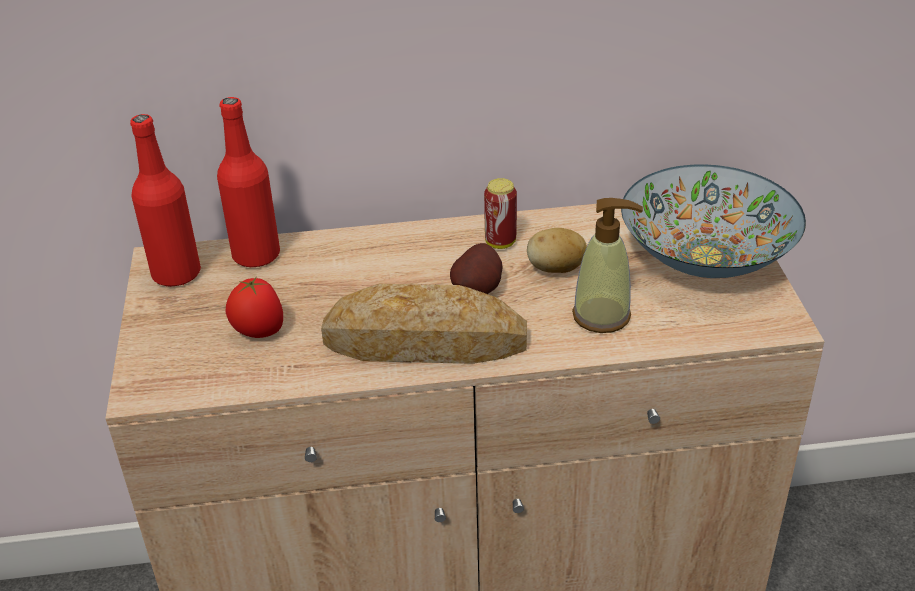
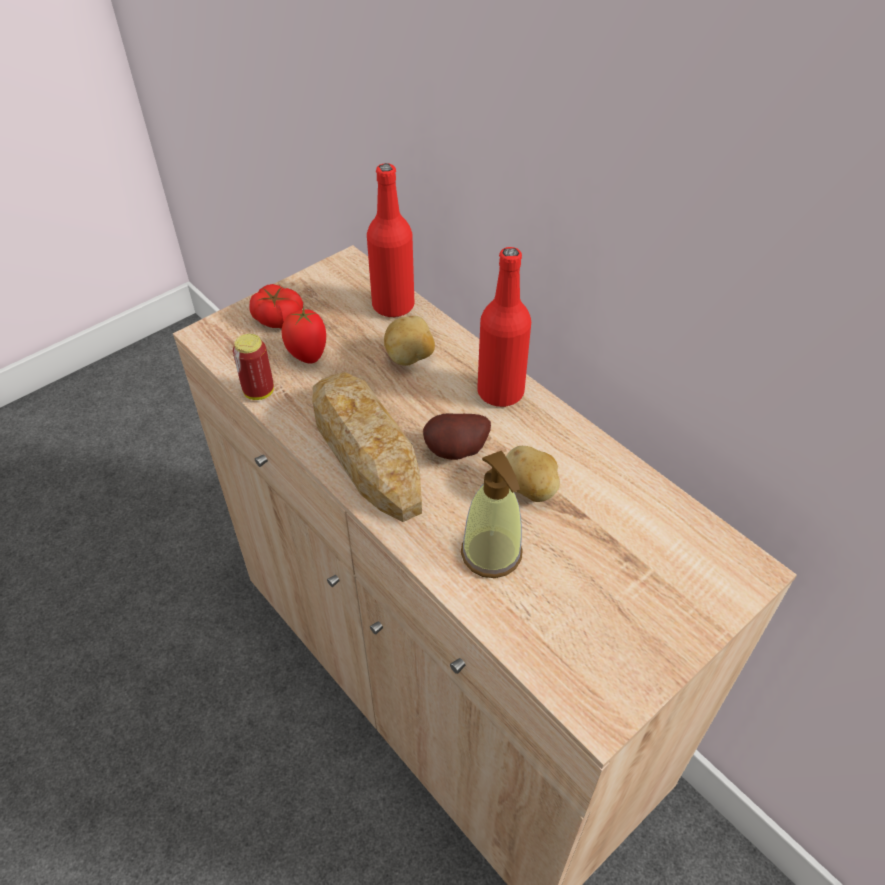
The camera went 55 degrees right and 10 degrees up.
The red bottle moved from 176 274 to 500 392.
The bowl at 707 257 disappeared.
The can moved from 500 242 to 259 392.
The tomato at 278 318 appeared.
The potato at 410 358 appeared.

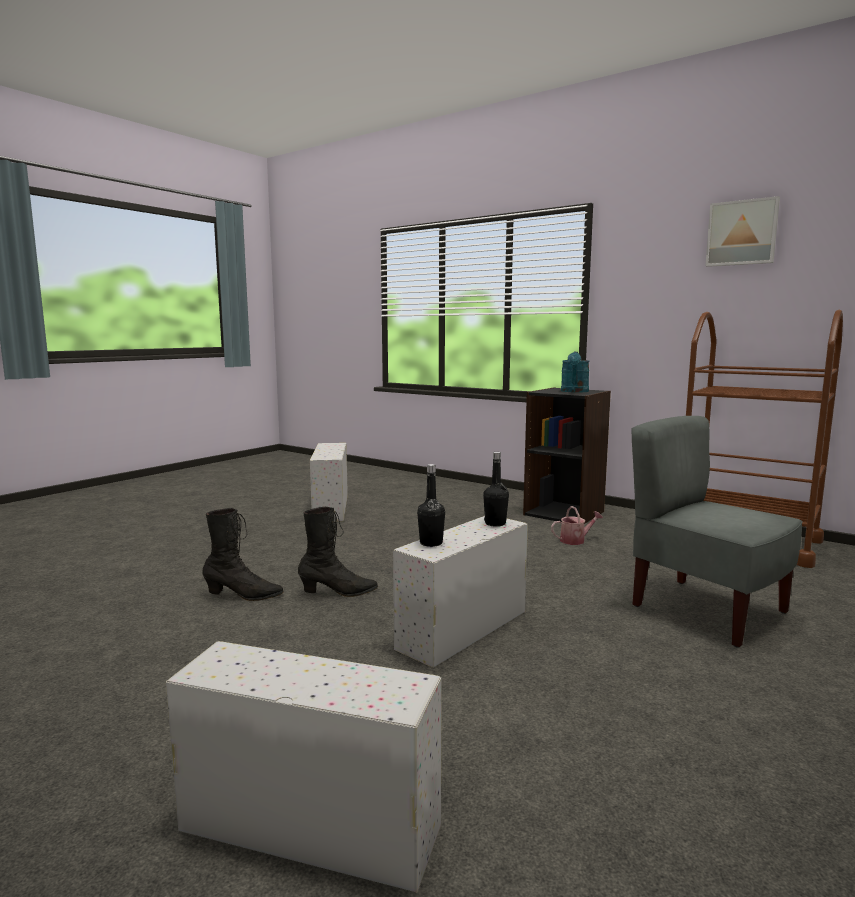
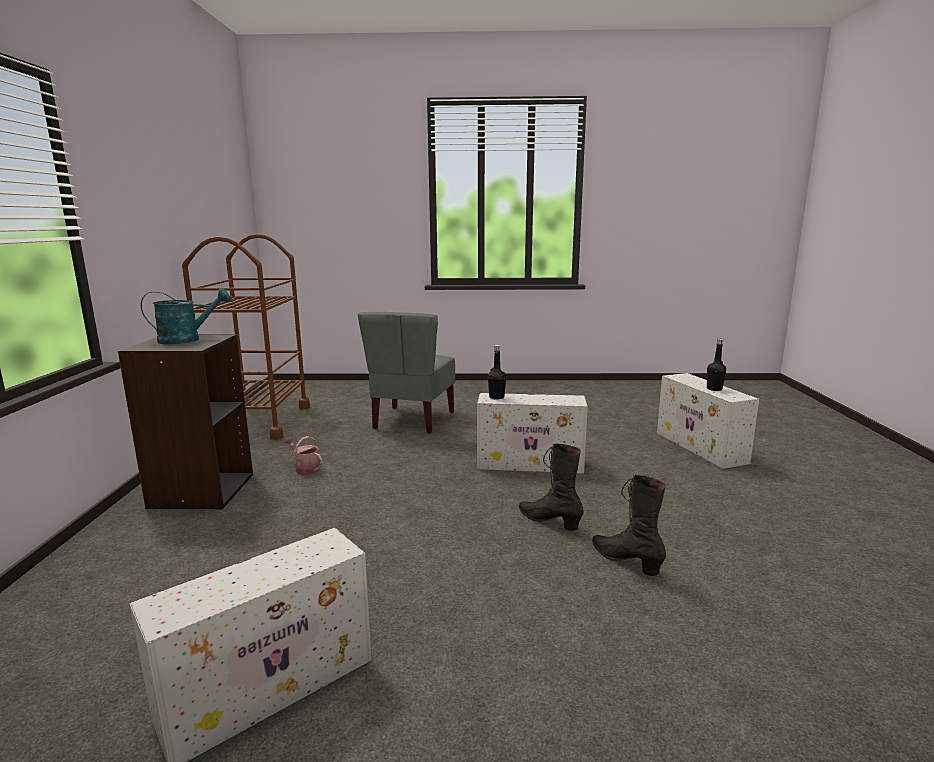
The camera went 125 degrees left and 5 degrees up.
The picture at 742 233 disappeared.
The black bottle moved from 431 543 to 714 389.

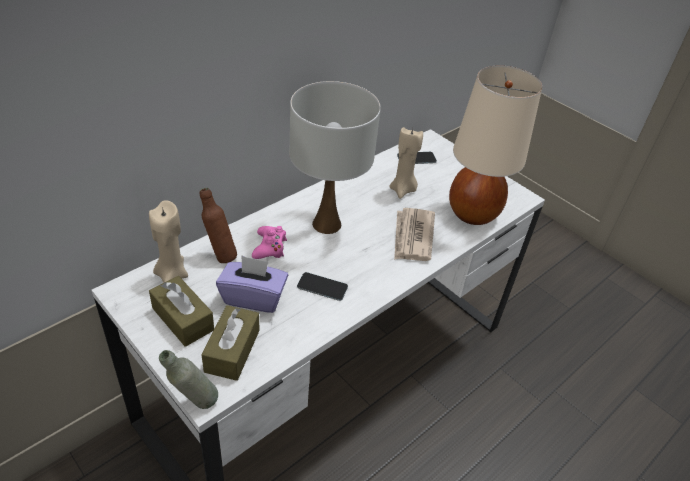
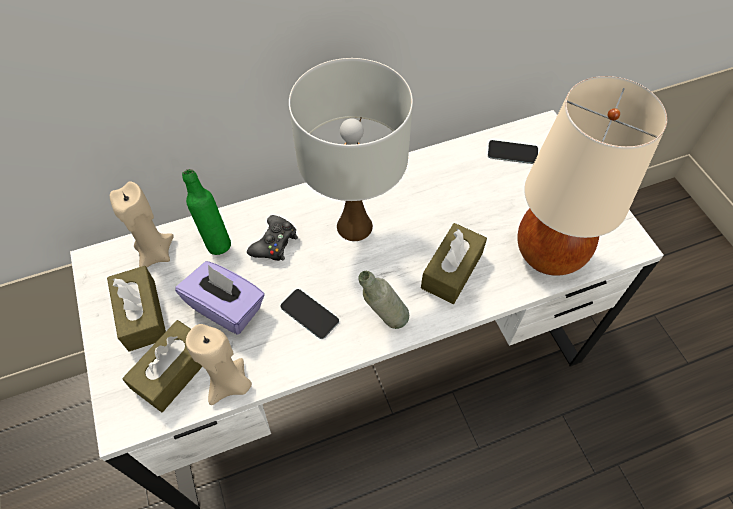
The camera went 25 degrees right and 15 degrees up.
The beige candle moved from 403 190 to 230 384.
The brown bottle at 220 255 became the green bottle at 216 241.
The newspaper at 412 237 was replaced by the brown tissue box at 452 270.
The pink game controller at 270 247 became the black game controller at 274 243.
The grey bottle moved from 194 405 to 384 321.

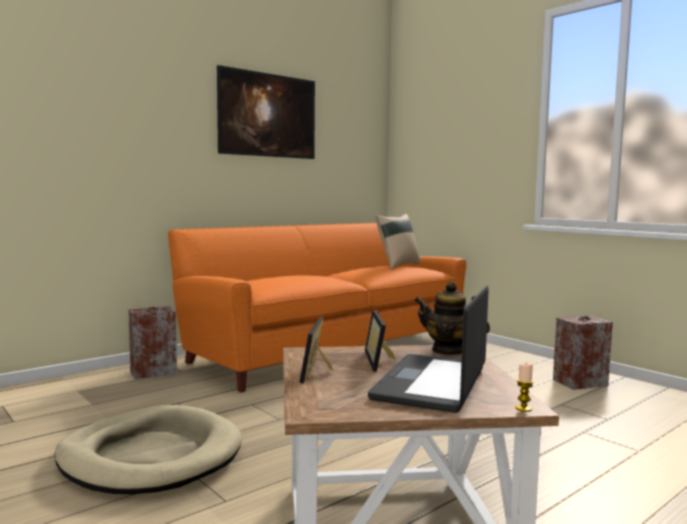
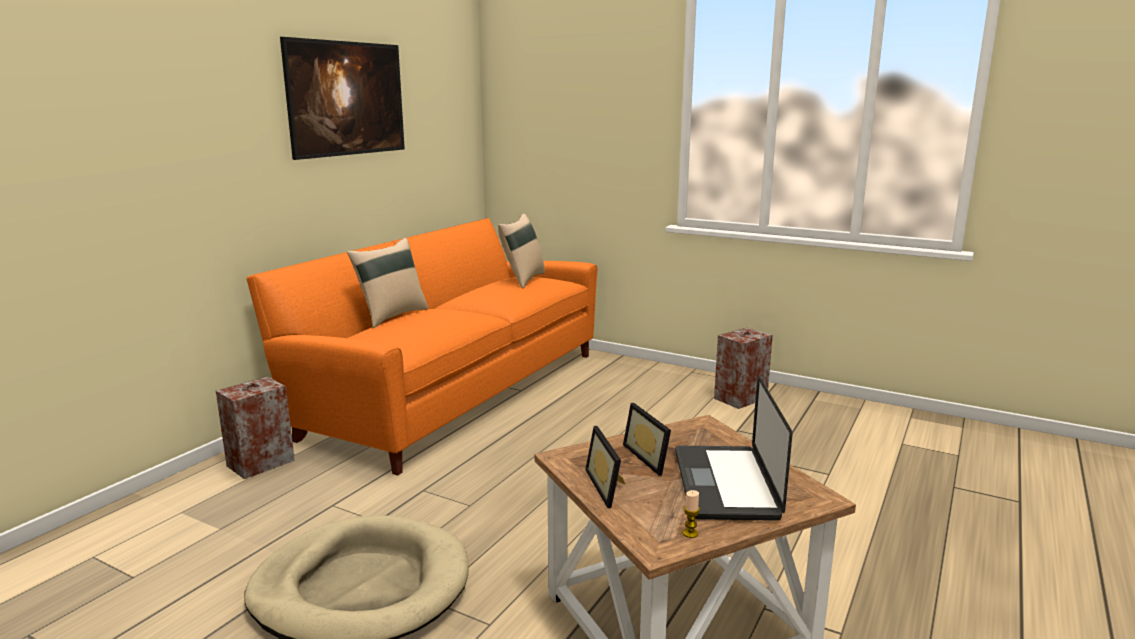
The camera went 20 degrees left and 10 degrees up.
The teapot at 449 350 disappeared.
The candle moved from 523 408 to 690 533.
The beige pillow at 391 316 appeared.

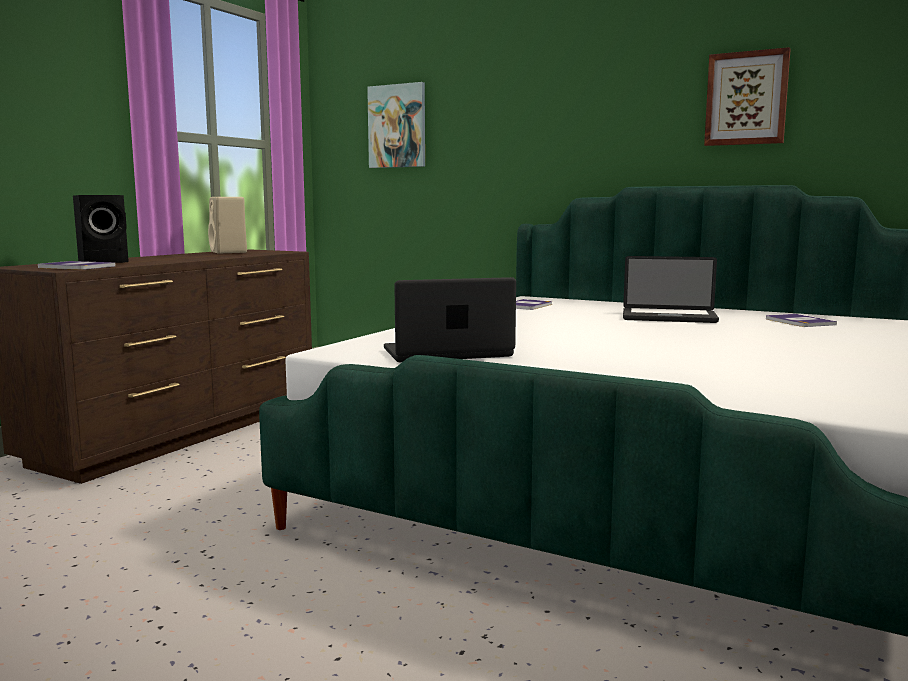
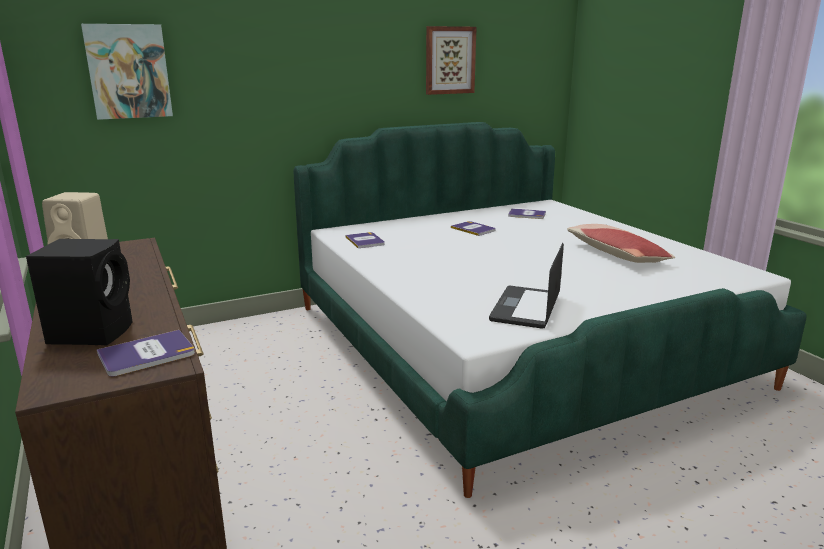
The camera went 55 degrees left and 10 degrees up.
The laptop at 668 317 was replaced by the book at 473 229.
The pillow at 615 254 appeared.

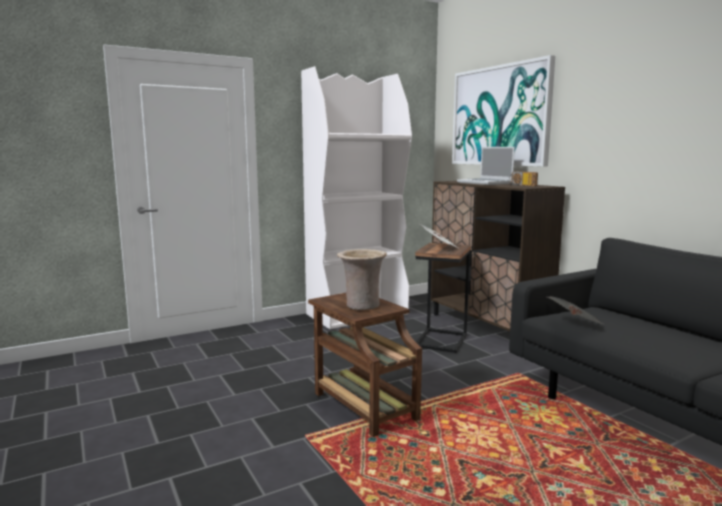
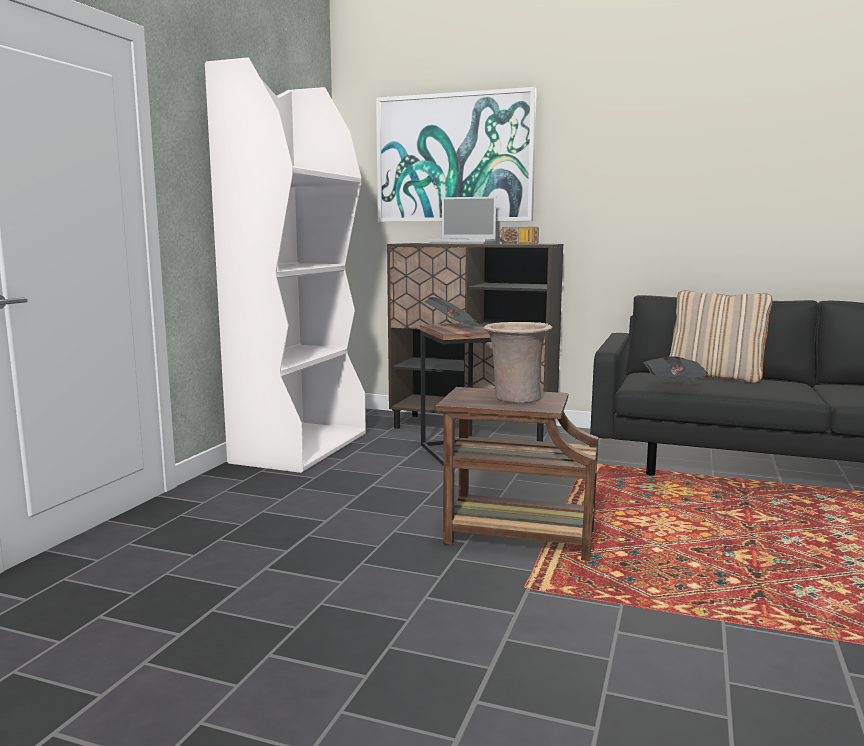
The camera went 40 degrees left and 0 degrees up.
The beige pillow at 715 377 appeared.

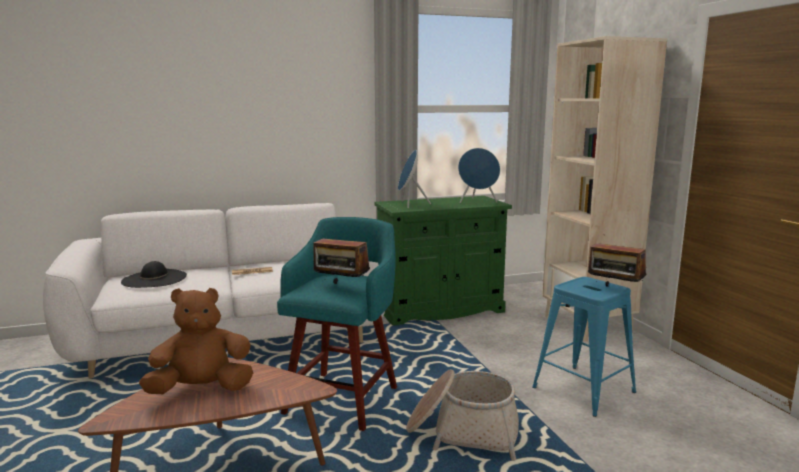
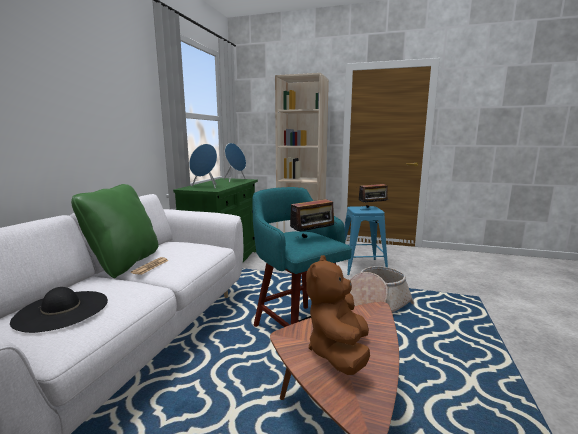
The camera went 55 degrees left and 0 degrees up.
The green pillow at 124 263 appeared.

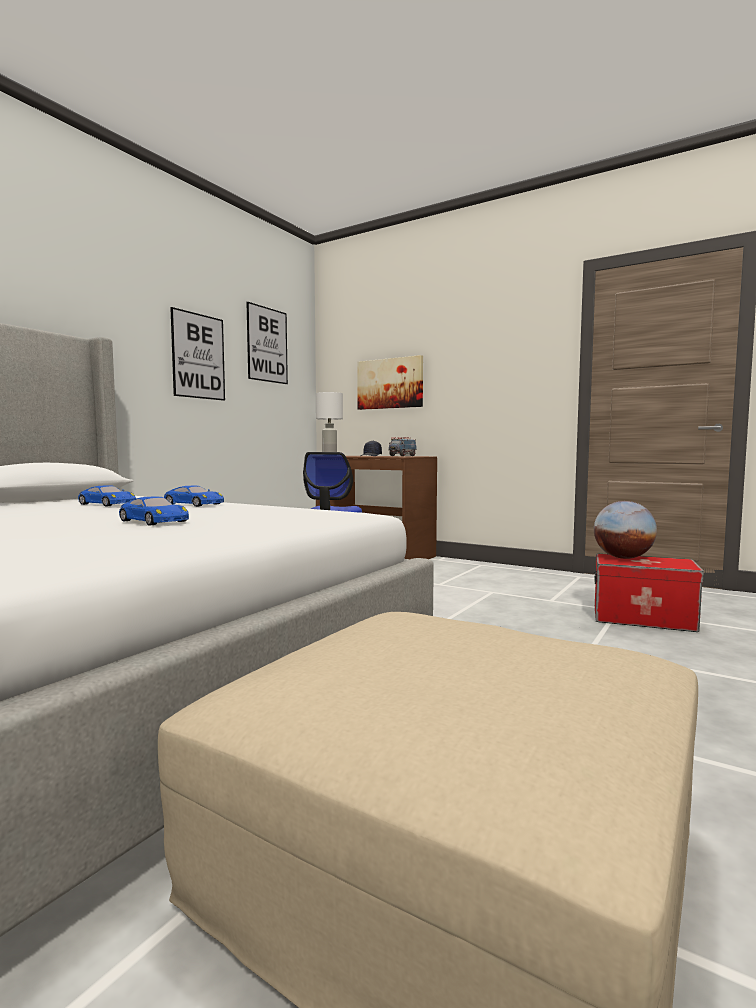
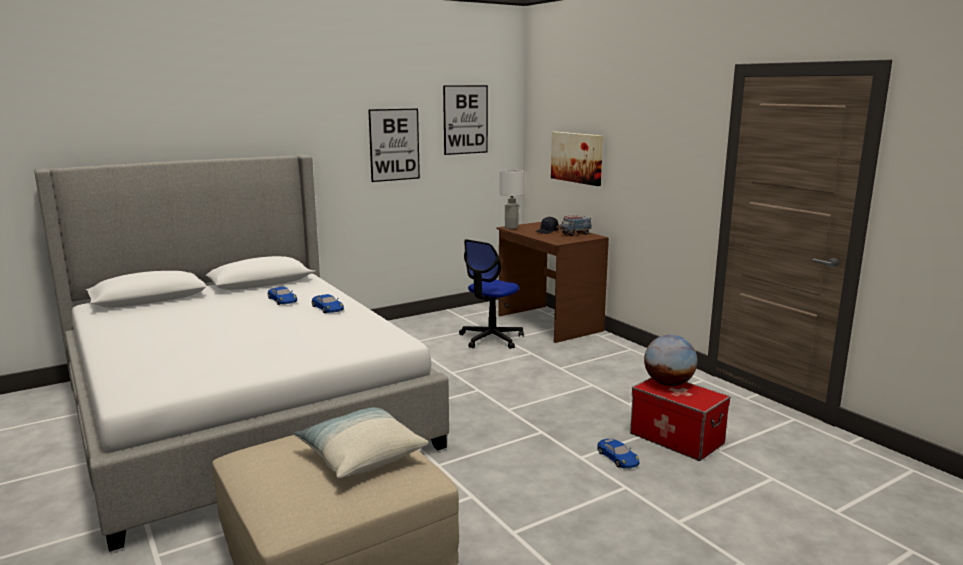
The camera went 25 degrees right and 10 degrees up.
The blue toy car moved from 154 521 to 617 457.
The pillow at 360 456 appeared.

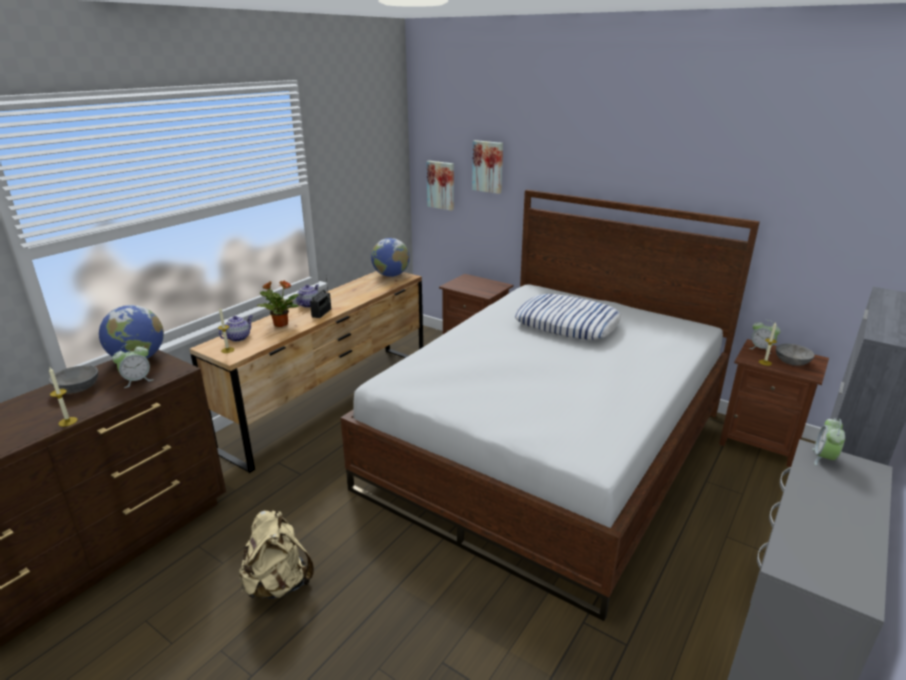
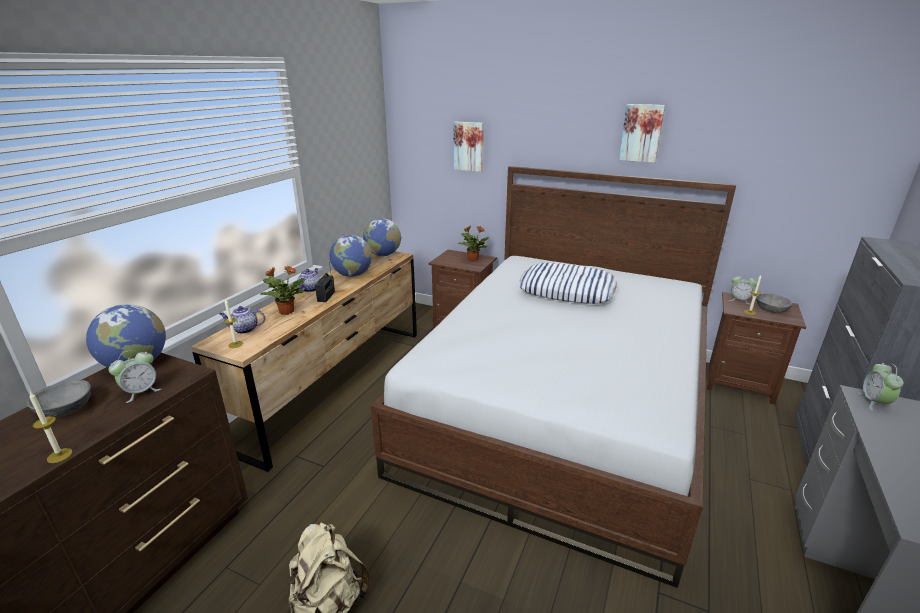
The camera went 10 degrees left and 0 degrees up.
The picture moved from 441 185 to 641 133.
The teapot at 238 337 turned 120 degrees counterclockwise.
The potted plant at 472 259 appeared.
The globe at 352 275 appeared.

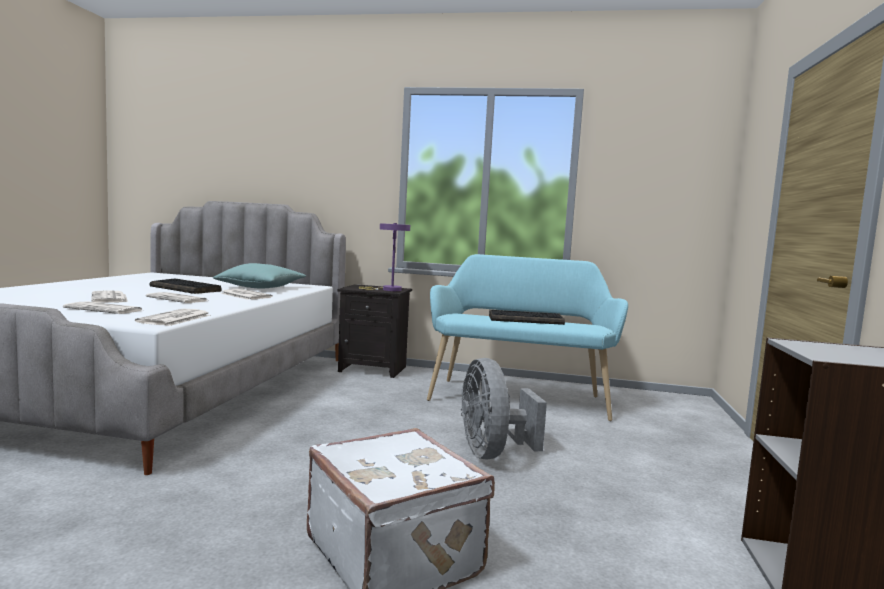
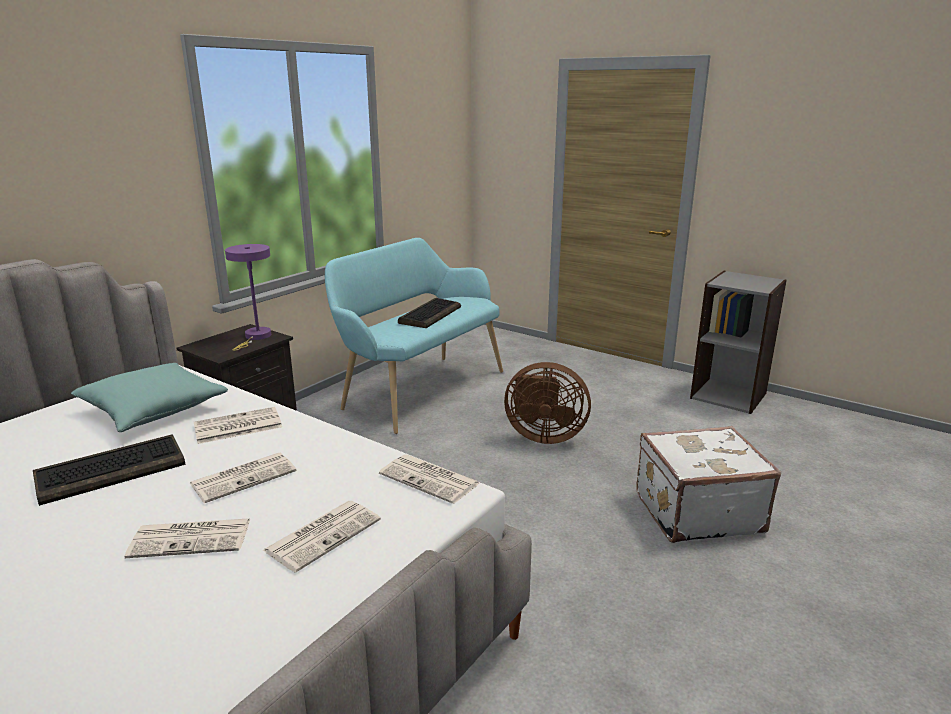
The camera went 65 degrees left and 15 degrees up.
The grey fan at 492 453 became the brown fan at 543 435.

